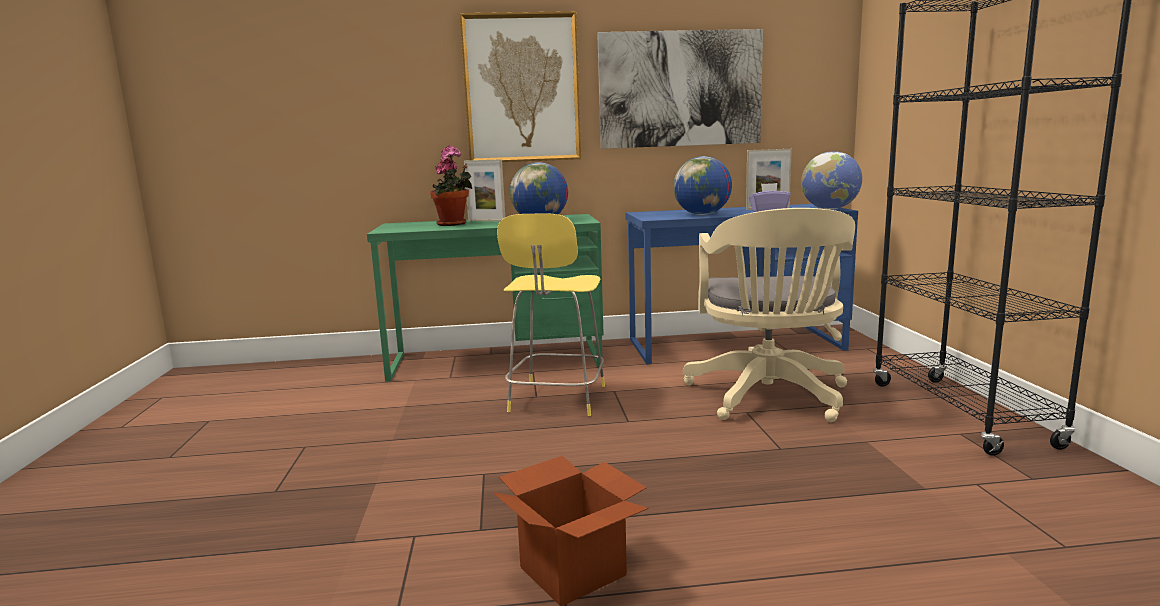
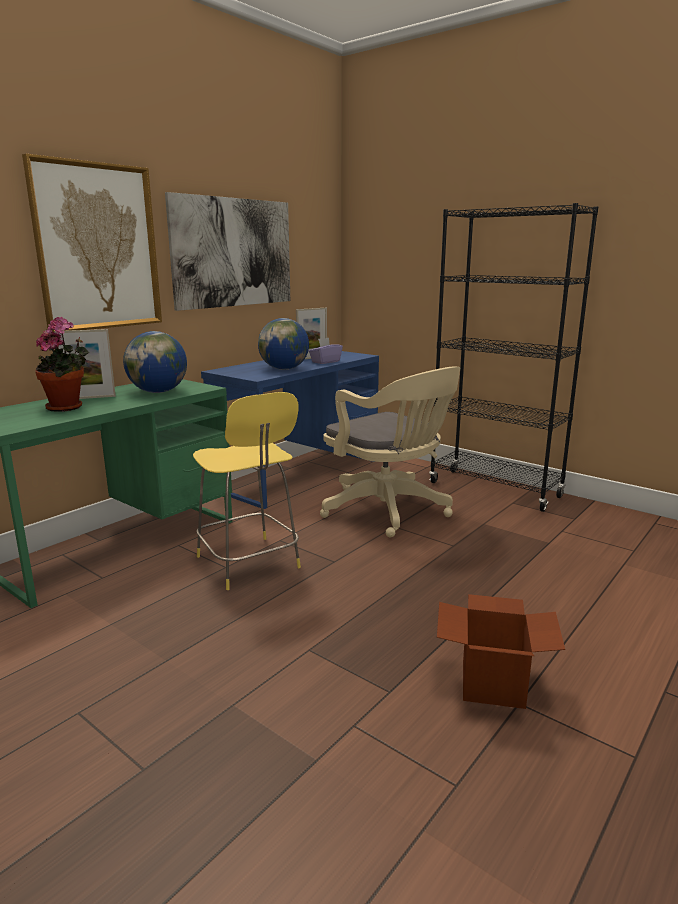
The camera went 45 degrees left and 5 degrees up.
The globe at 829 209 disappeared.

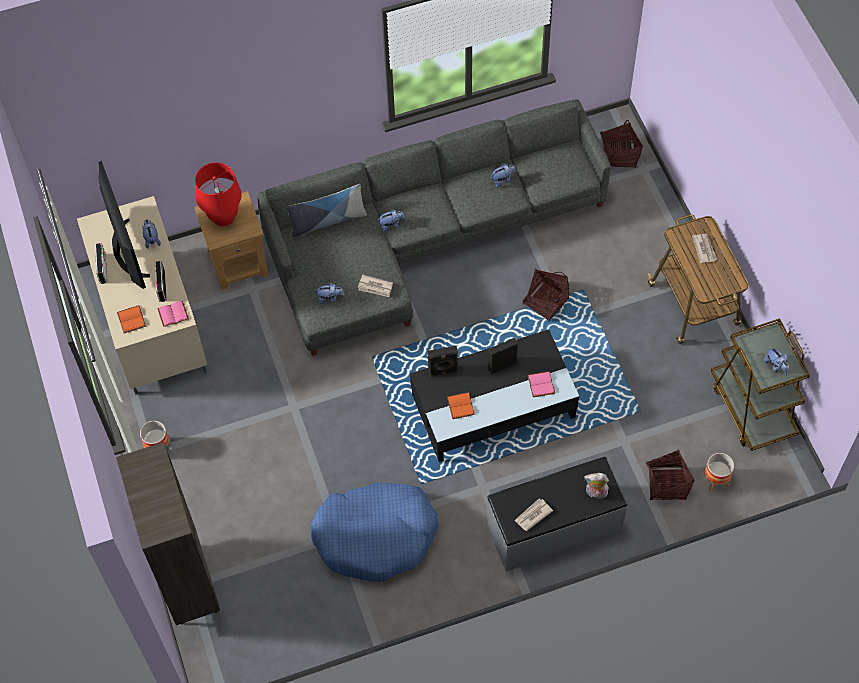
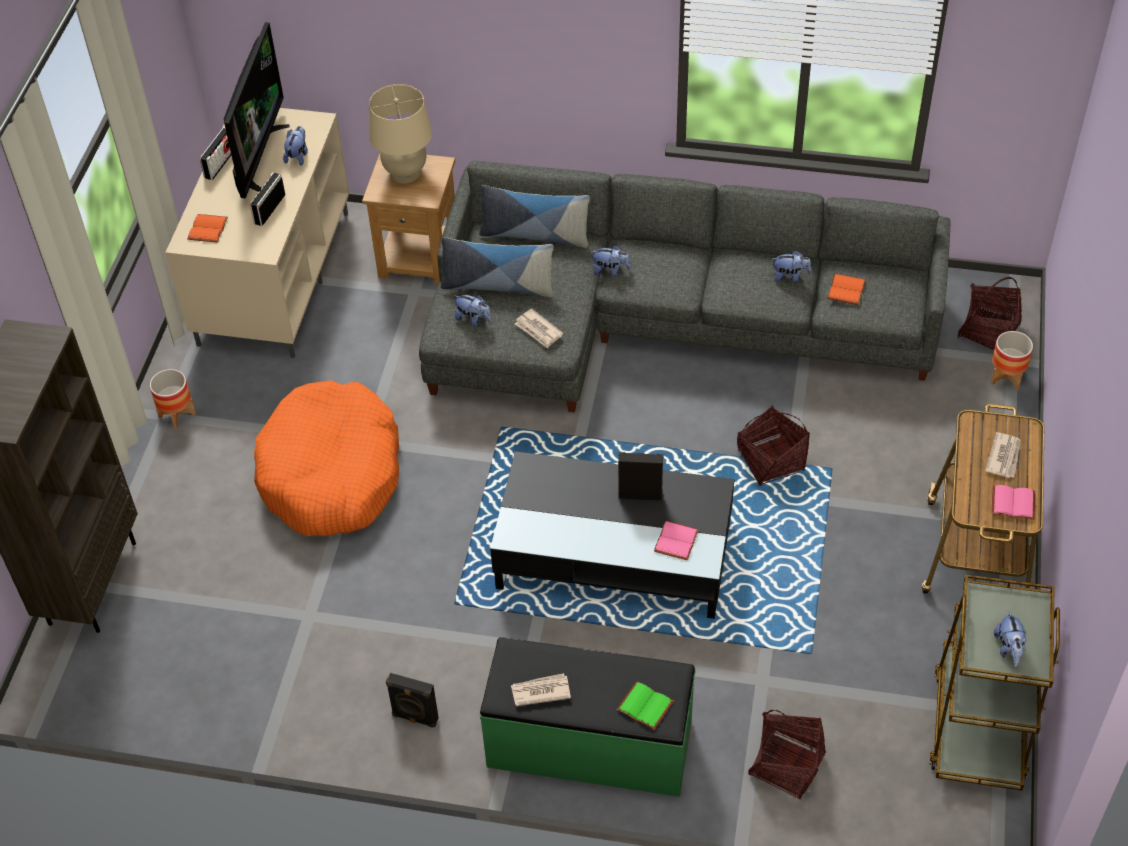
The camera went 30 degrees right and 10 degrees down.
The red table lamp at 223 217 became the beige table lamp at 405 173.
The pink book moved from 173 313 to 1013 502.
The black speaker moved from 443 371 to 414 718.
The orange book moved from 459 405 to 845 289.
The planter moved from 715 480 to 1006 377.
The grey bench at 554 528 became the green bench at 589 745.
The plush toy at 595 493 was replaced by the green book at 646 705.
The blue dog bed at 375 536 disappeared.
The pillow at 498 286 appeared.
The orange dog bed at 331 474 appeared.

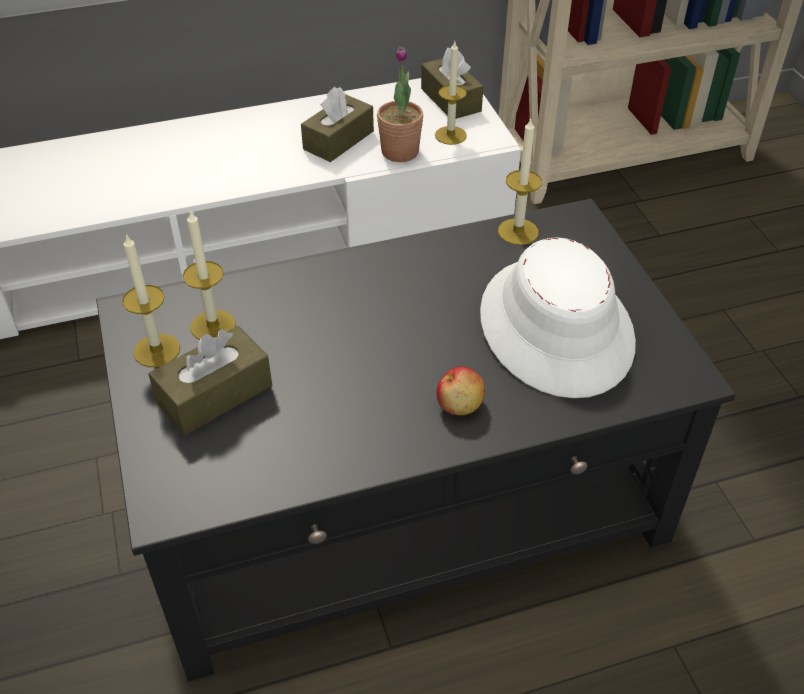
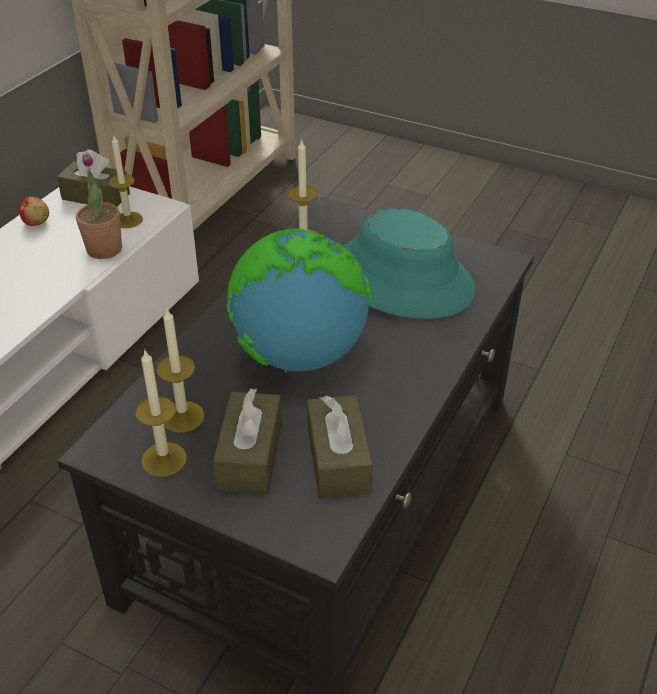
The camera went 45 degrees left and 5 degrees down.
The brown tissue box moved from 338 140 to 338 460.
The white hat at 557 327 became the turquoise hat at 402 278.
The apple moved from 460 404 to 37 222.
The globe at 299 355 appeared.

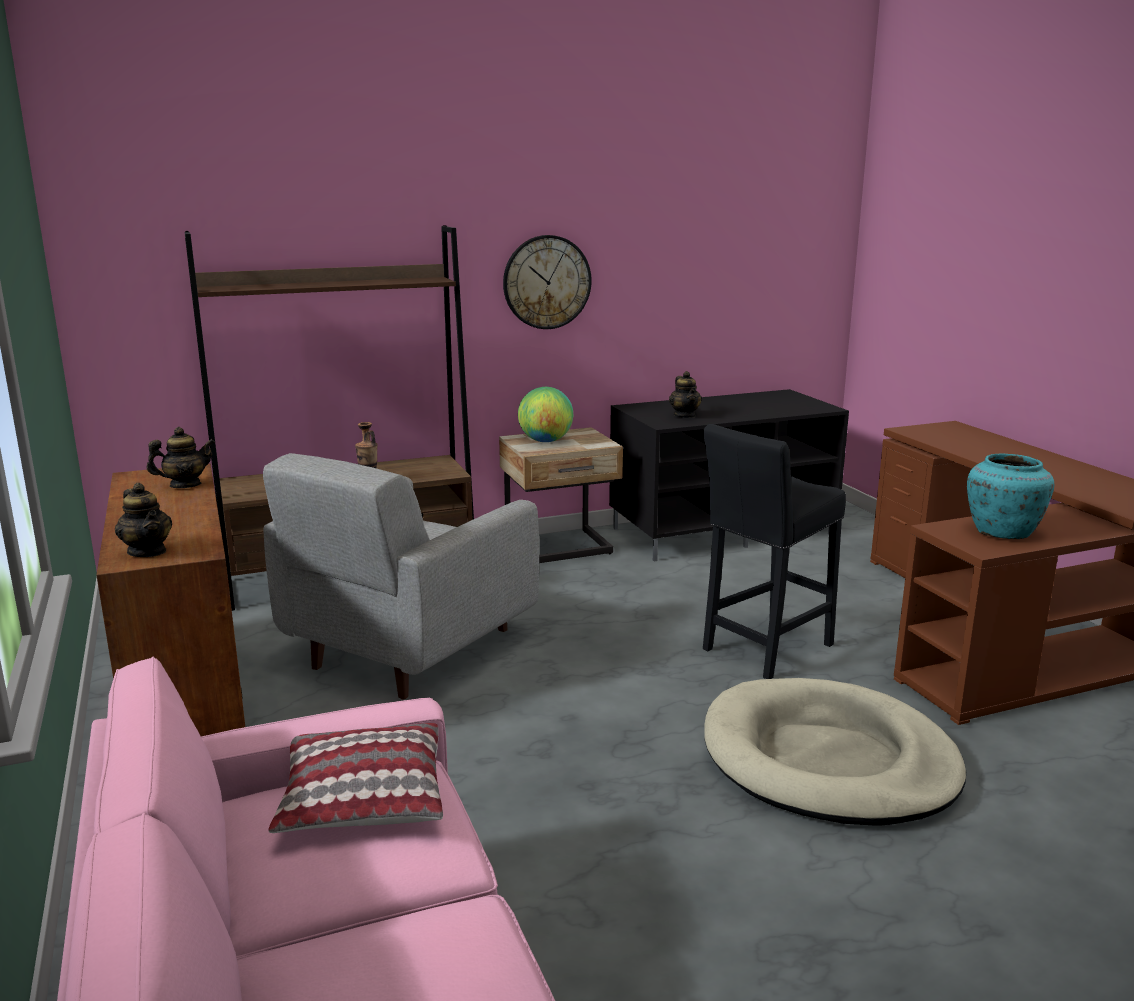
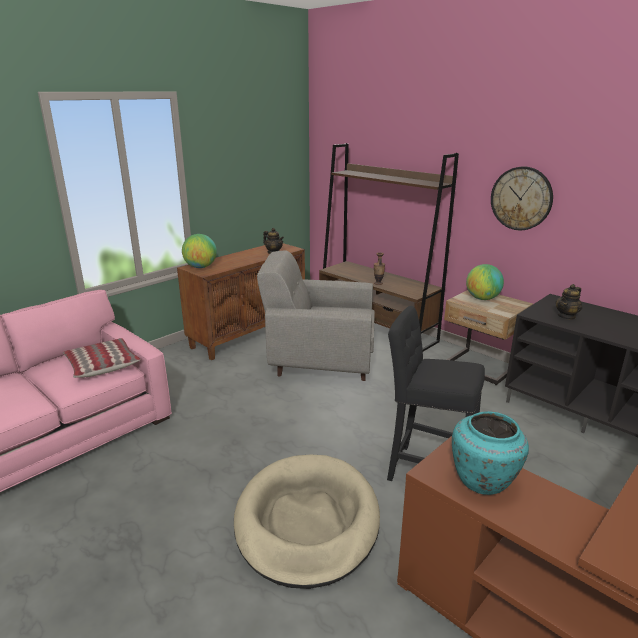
The camera went 65 degrees right and 5 degrees up.
The teapot at 147 552 was replaced by the globe at 201 267.

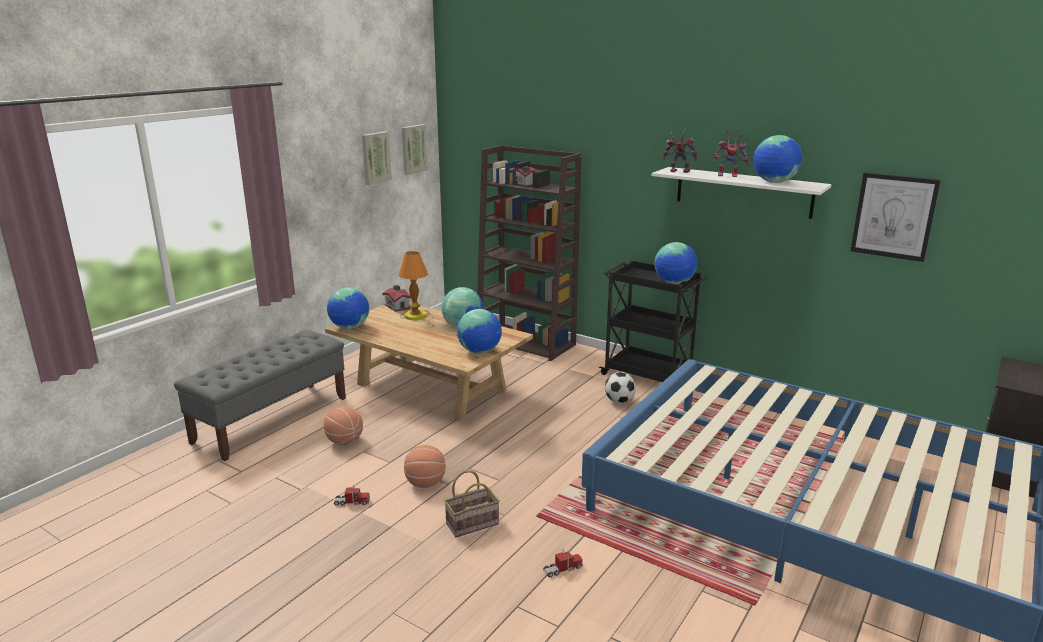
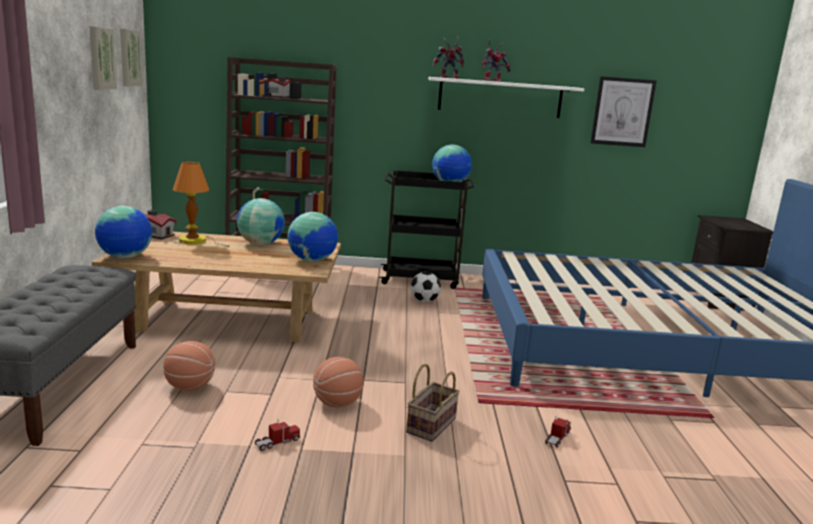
The camera went 35 degrees left and 5 degrees down.
The globe at 774 182 disappeared.

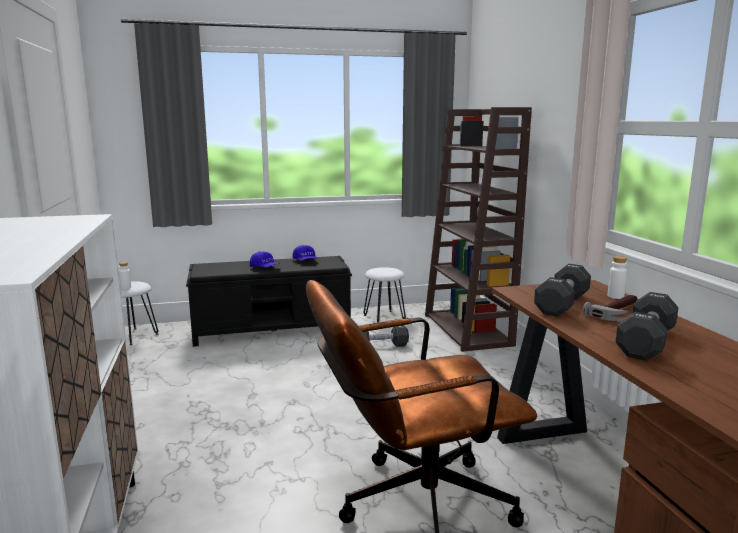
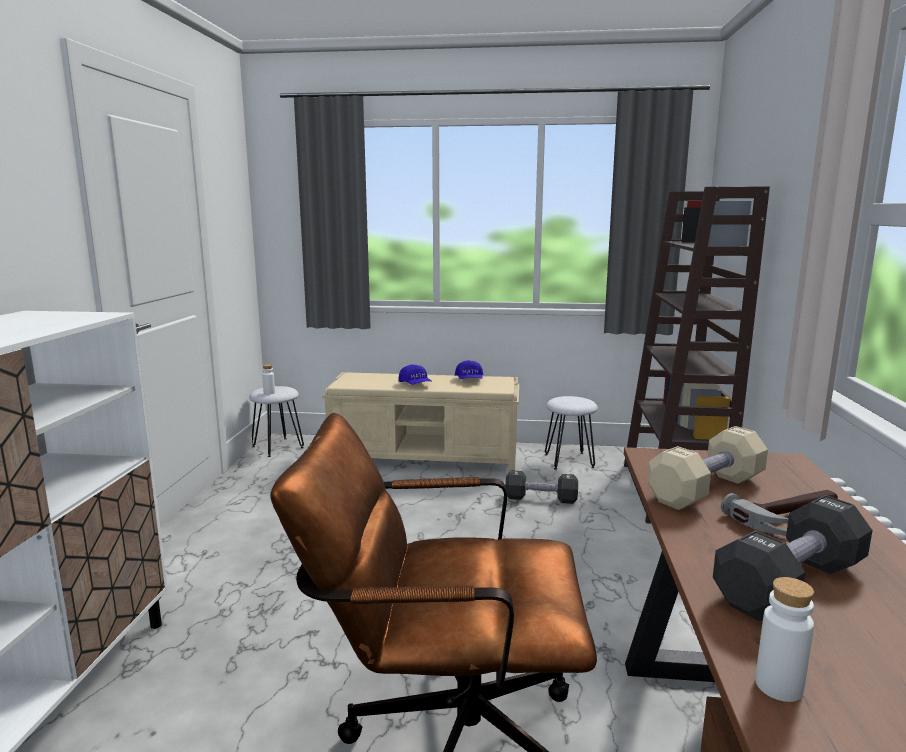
The camera went 20 degrees right and 0 degrees up.
The black bench at 273 330 became the beige bench at 426 459.
The white bottle moved from 615 296 to 778 686.
The black dumbbell at 562 304 became the beige dumbbell at 706 489.

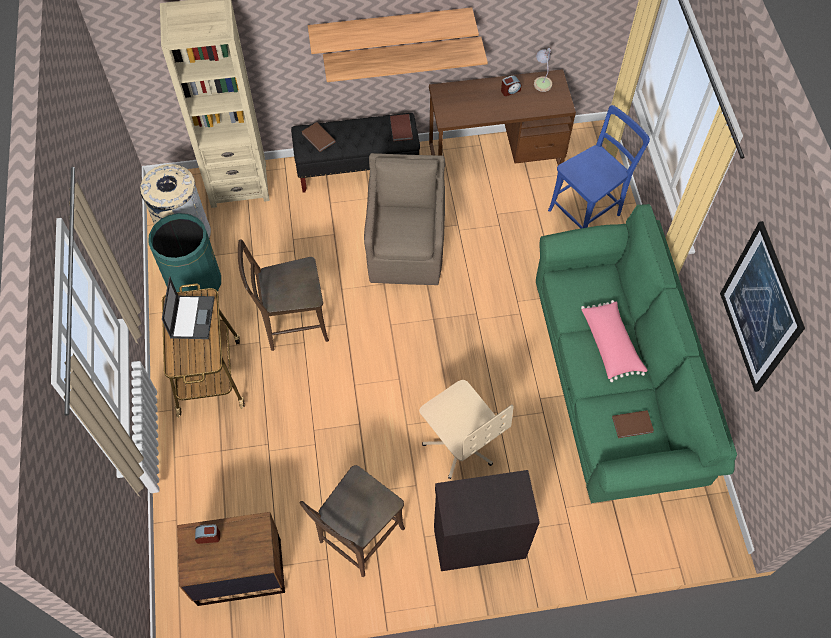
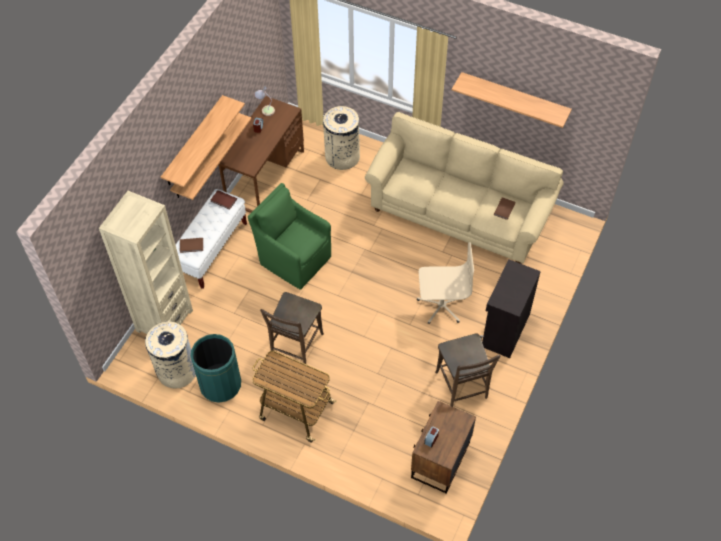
The camera went 55 degrees left and 5 degrees down.
The blue chair at 587 211 was replaced by the beige trash can at 342 157.
The black bench at 358 169 became the white bench at 211 250.
The brown armchair at 406 251 became the green armchair at 293 259.
The green sofa at 614 384 became the beige sofa at 459 213.
The picture at 760 308 was replaced by the shelf at 514 97.
The laptop at 192 317 disappeared.
The pink pillow at 611 345 disappeared.

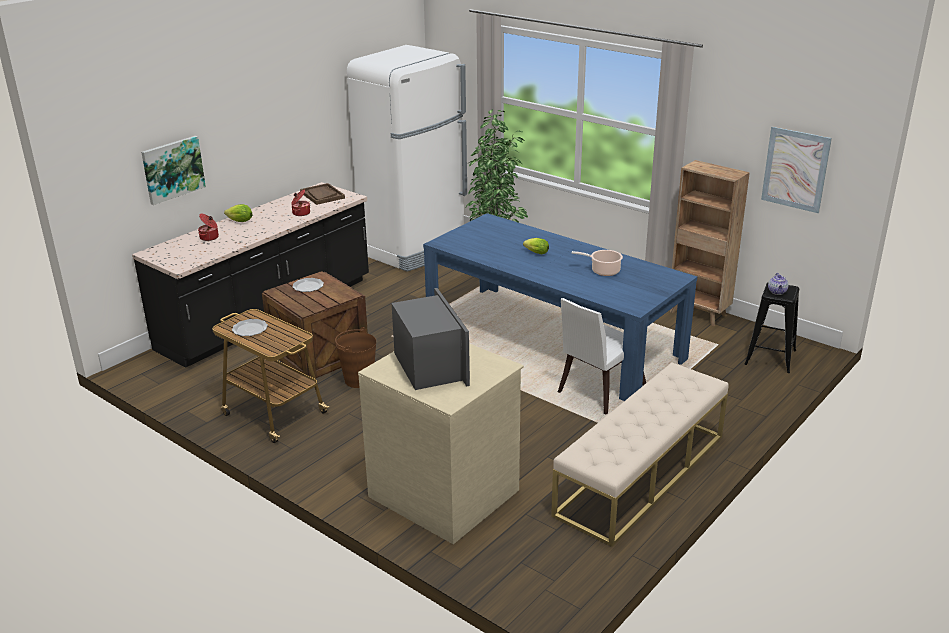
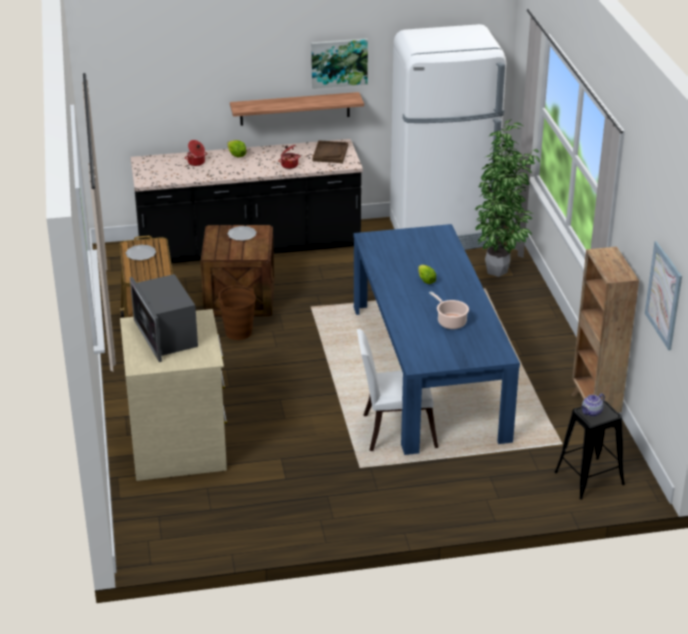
The camera went 40 degrees right and 5 degrees up.
The picture moved from 172 169 to 339 62.
The microwave at 429 366 turned 135 degrees clockwise.
The beige bench at 641 475 disappeared.
The shelf at 295 108 appeared.

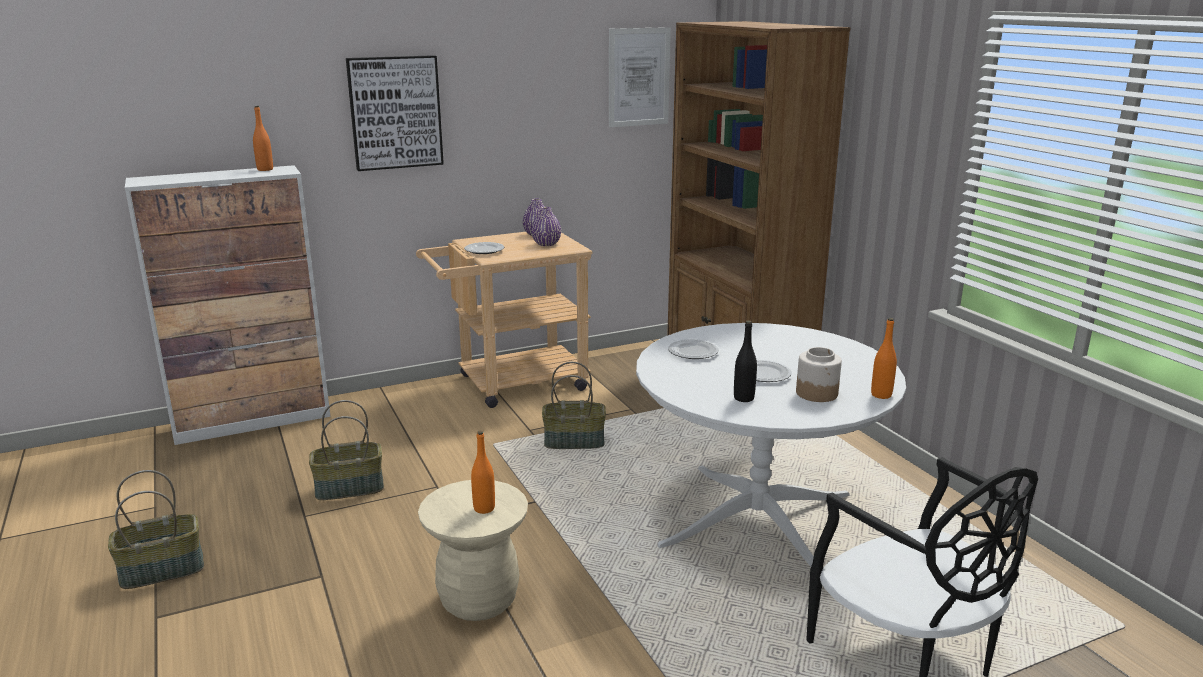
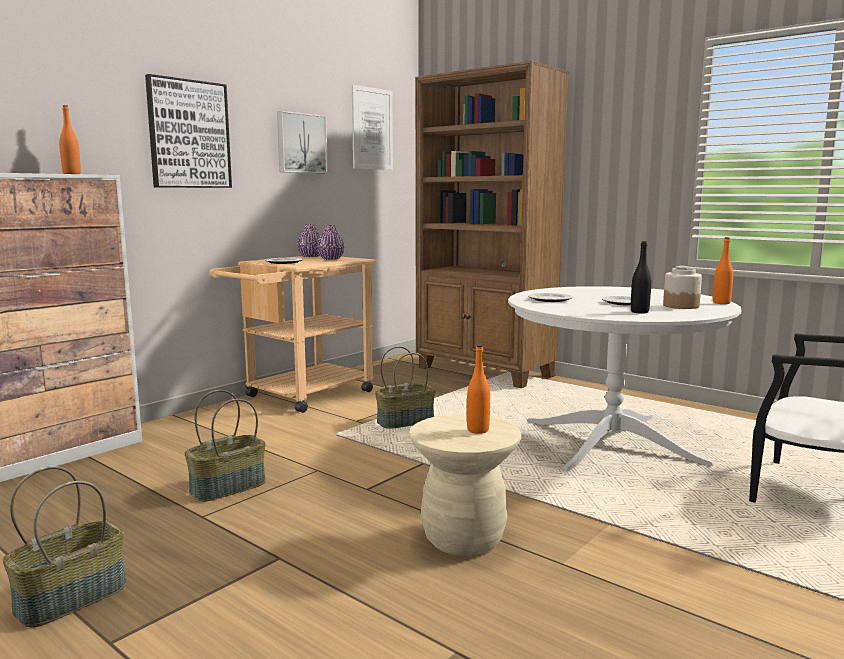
The camera went 25 degrees left and 10 degrees down.
The picture at 300 143 appeared.

